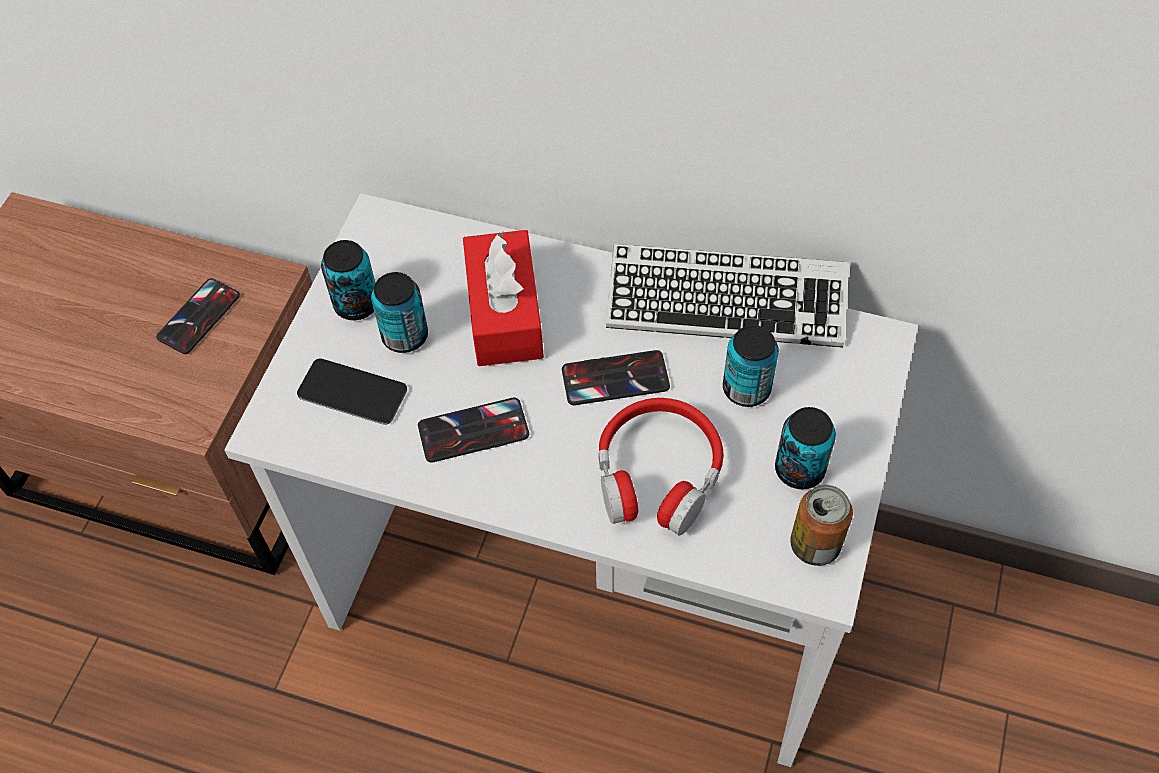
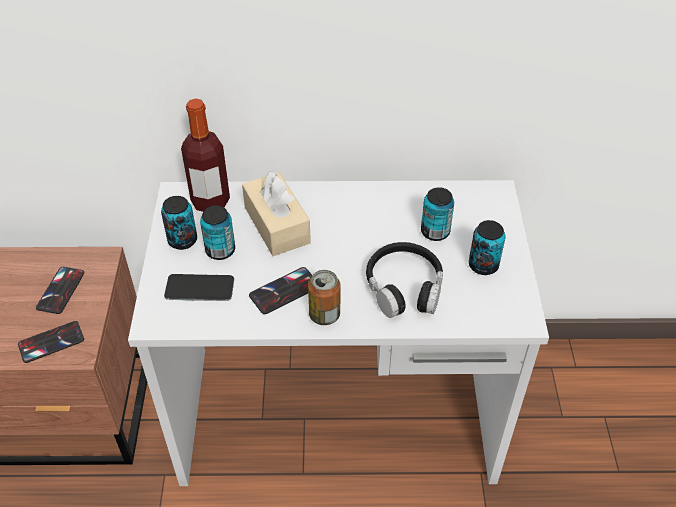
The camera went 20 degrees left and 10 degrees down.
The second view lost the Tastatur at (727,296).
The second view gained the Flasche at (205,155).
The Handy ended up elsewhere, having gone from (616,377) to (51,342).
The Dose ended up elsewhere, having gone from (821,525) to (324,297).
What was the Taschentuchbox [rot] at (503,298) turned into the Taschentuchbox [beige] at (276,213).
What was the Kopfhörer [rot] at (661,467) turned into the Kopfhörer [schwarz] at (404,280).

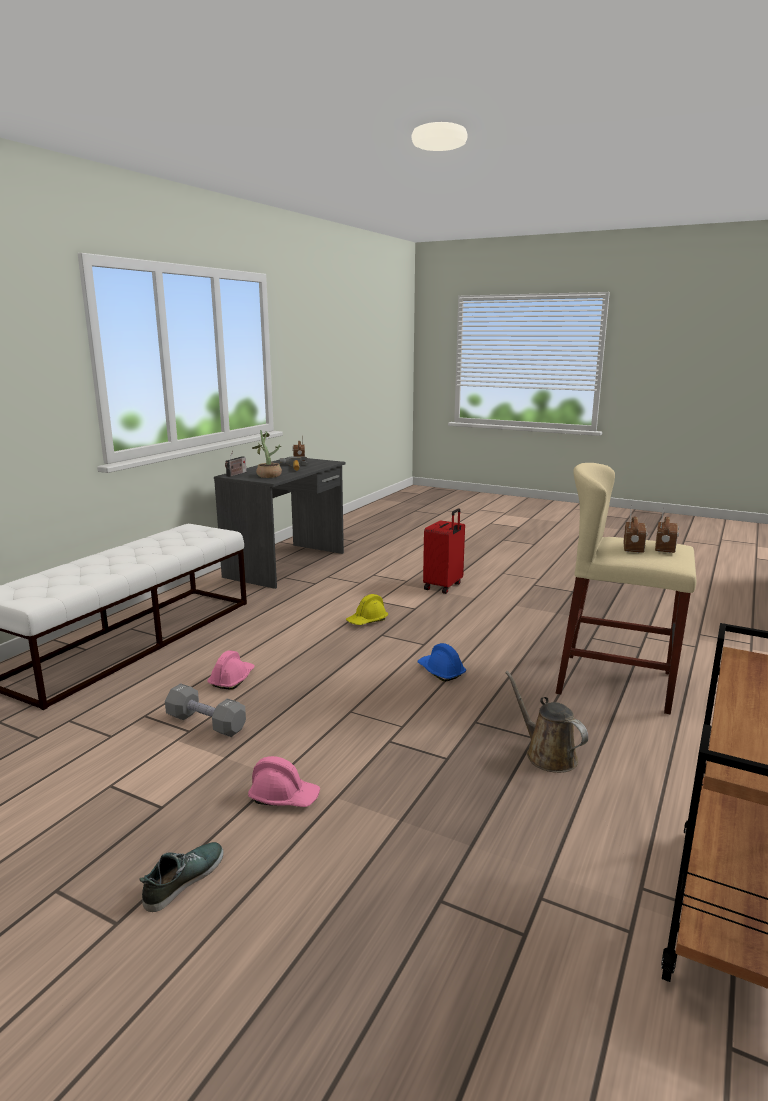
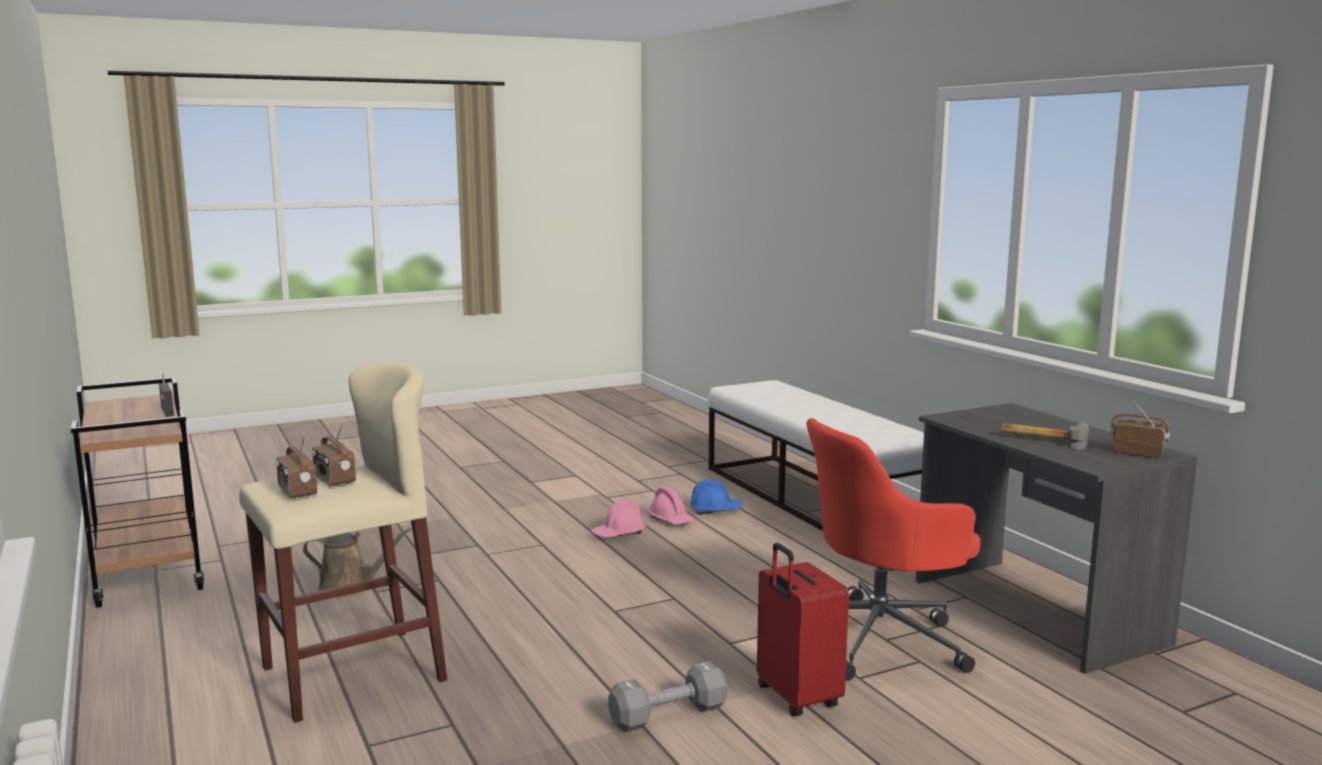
The camera went 125 degrees right and 5 degrees down.
The second view lost the Schuh at (181,877).
The second view lost the Topfpflanze at (267,454).
The second view lost the Schutzhelm [gelb] at (367,609).
The second view gained the Bürostuhl [rot] at (893,549).
The Hantel [grau] ended up elsewhere, having gone from (205,710) to (667,696).
The Radio ended up elsewhere, having gone from (235,464) to (166,394).
The Schutzhelm [rosa] ended up elsewhere, having gone from (284,781) to (618,518).
The Schutzhelm [blau] ended up elsewhere, having gone from (441,662) to (716,497).

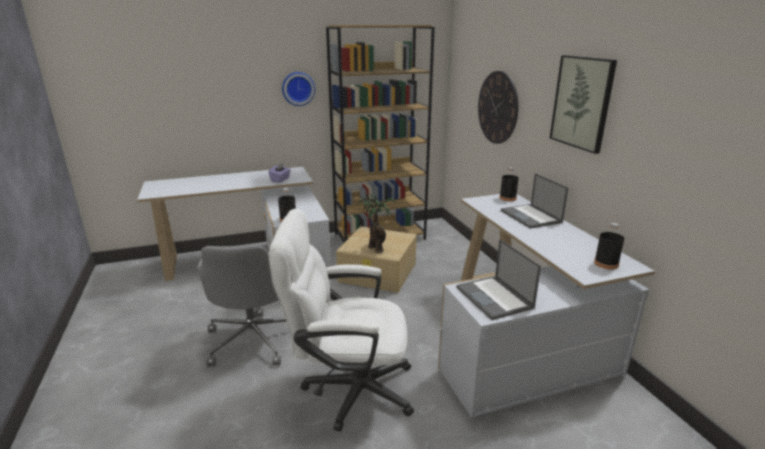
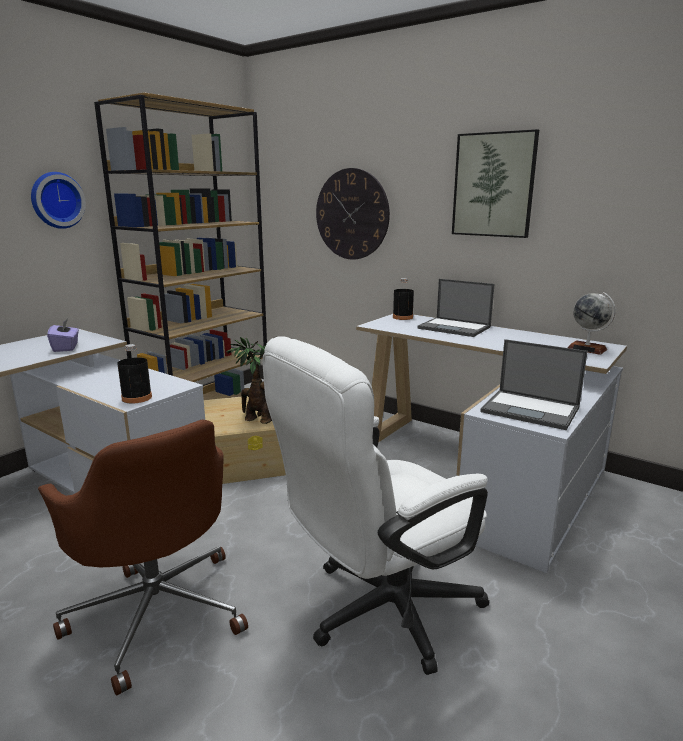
The camera went 35 degrees left and 5 degrees down.
Where the Flasche [schwarz] stood at (609,246), the Globus came to stand at (591,323).
What was the Bürostuhl [grau] at (242,305) turned into the Bürostuhl [braun] at (143,558).

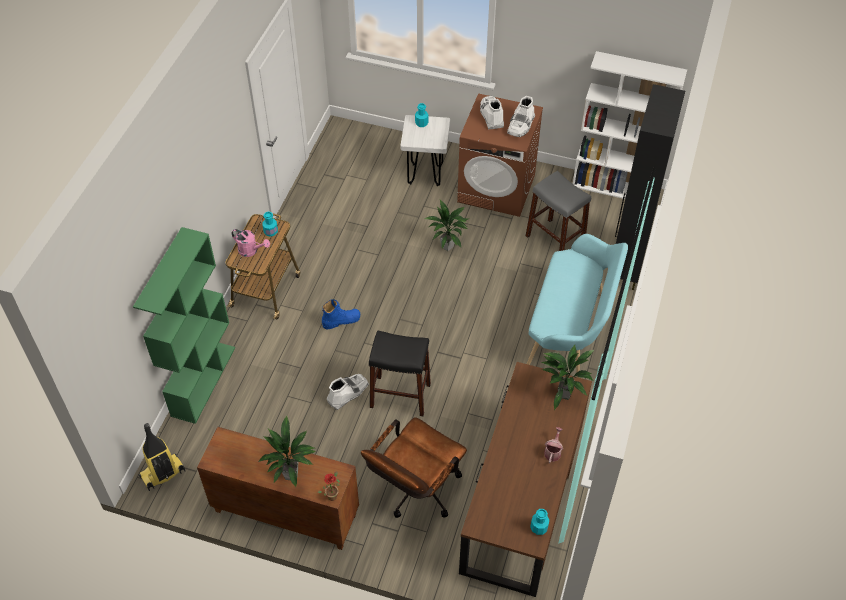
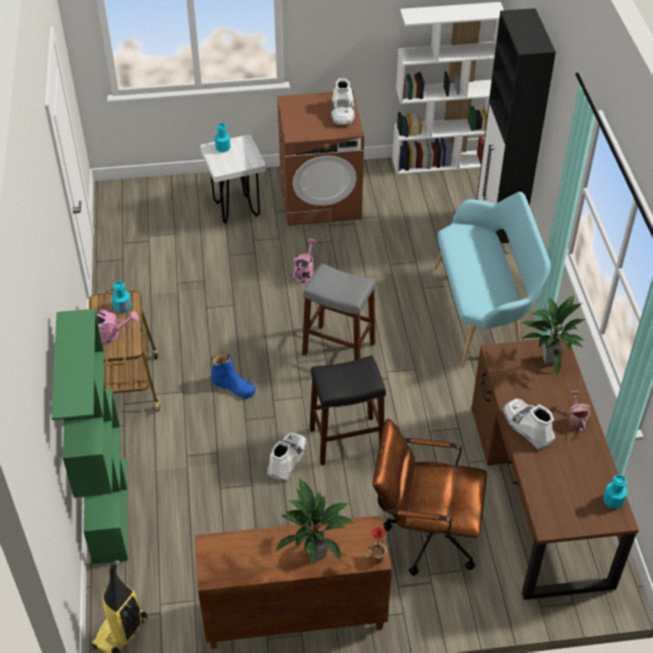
The camera went 25 degrees left and 5 degrees down.
The Stiefel [weiß] ended up elsewhere, having gone from (492,112) to (528,424).
The Hocker [grau] ended up elsewhere, having gone from (558,211) to (339,311).
Where the Topfpflanze stood at (446,225), the Gießkanne [rosa] came to stand at (305,261).
The Stiefel [blau] at (341,314) ended up facing another way, 75 degrees clockwise from before.
The Bürostuhl [braun] at (414,467) ended up facing another way, 90 degrees clockwise from before.

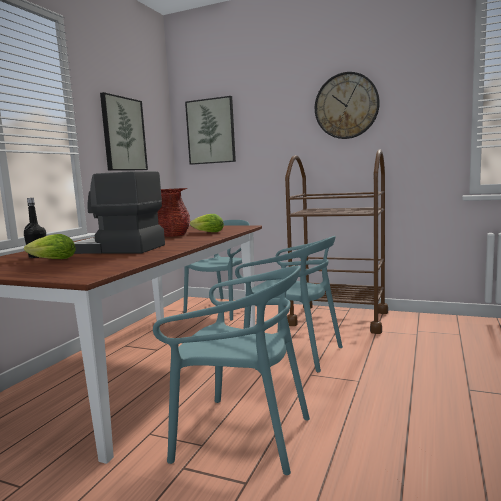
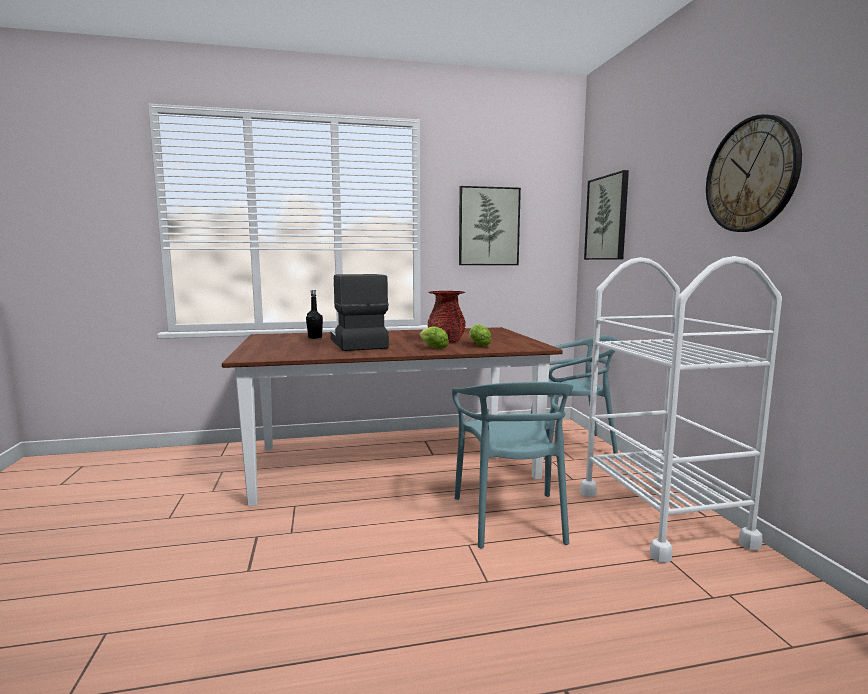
The camera went 55 degrees right and 0 degrees up.
The second view lost the Stuhl [türkis] at (231,370).
The Salatkopf ended up elsewhere, having gone from (50,246) to (434,338).
What was the Rollwagen [braun] at (336,241) turned into the Rollwagen [weiß] at (681,409).

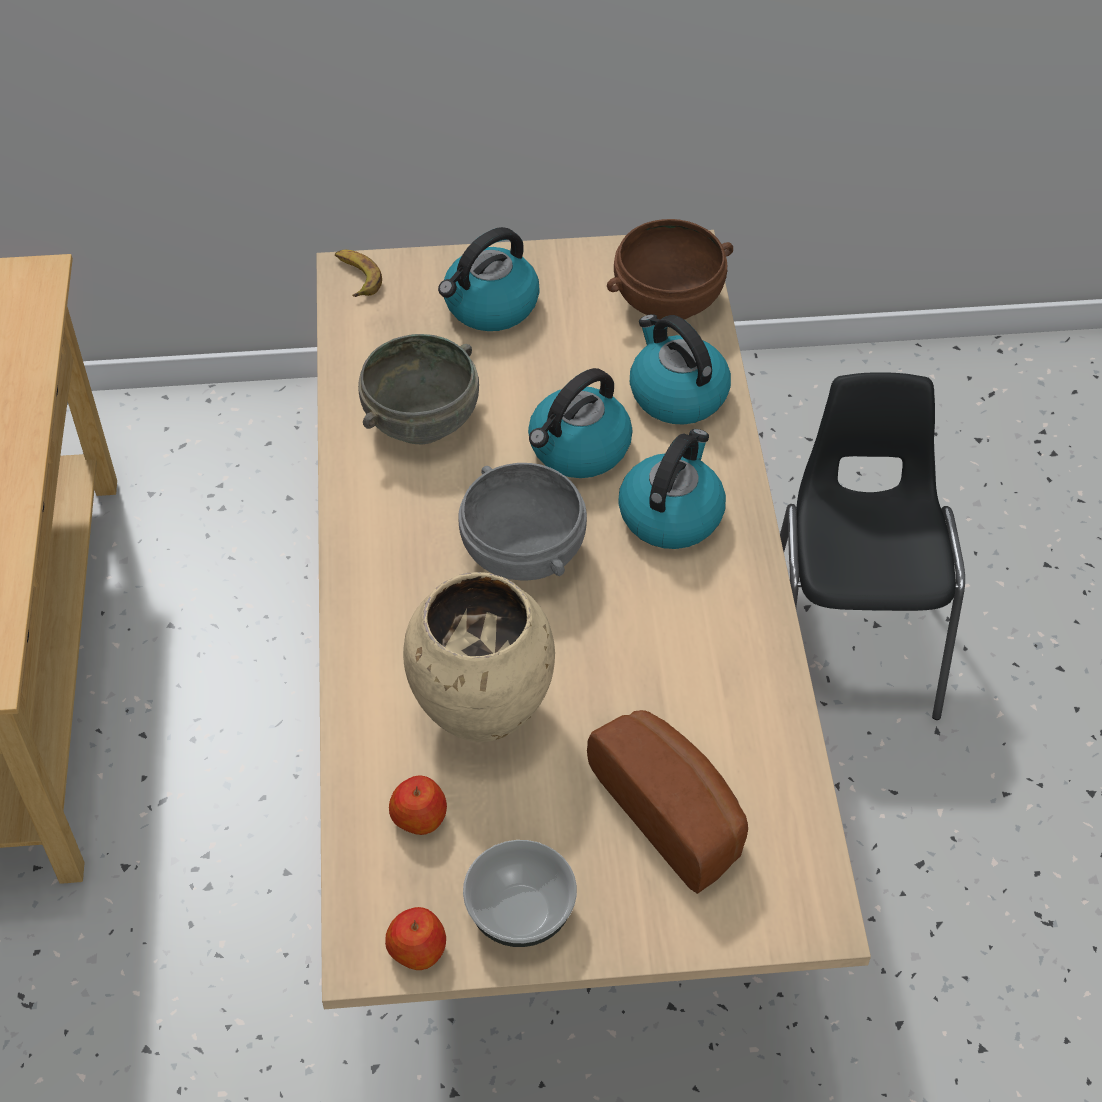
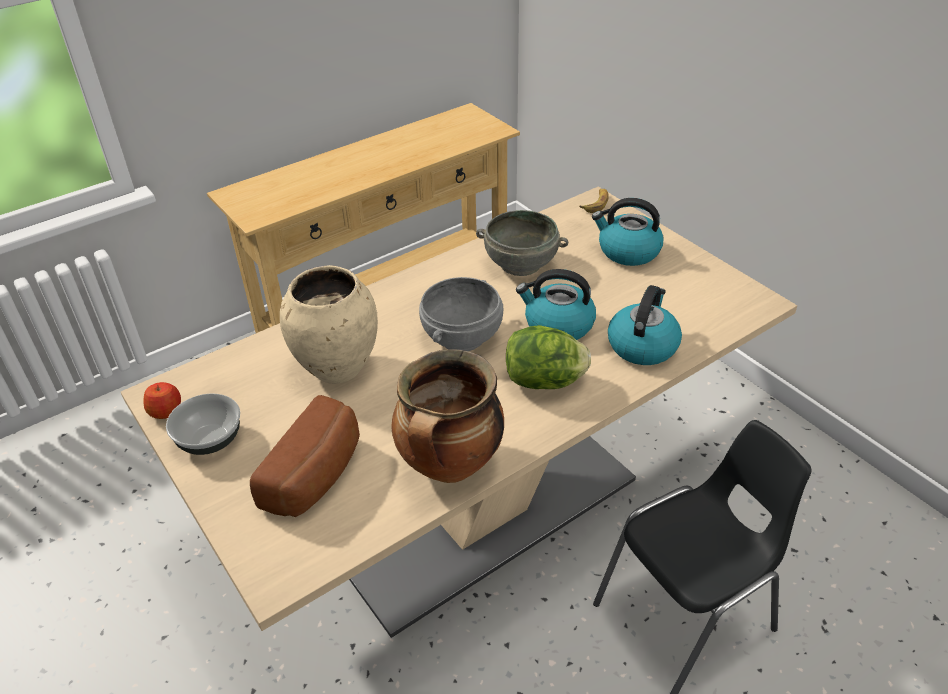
The camera went 60 degrees right and 10 degrees down.
The second view lost the Apfel at (418,805).
The second view lost the Schüssel [braun] at (670,269).
The second view gained the Kochtopf at (447,416).
Where the Wasserkessel stood at (672,489), the Salatkopf came to stand at (548,357).

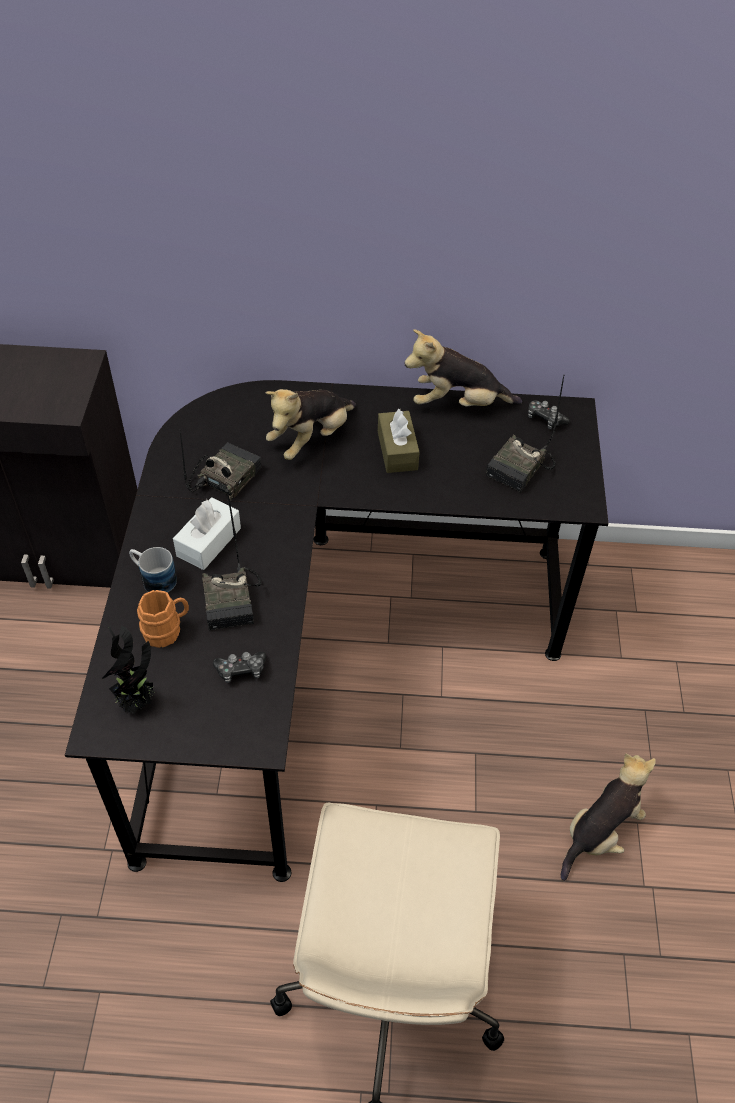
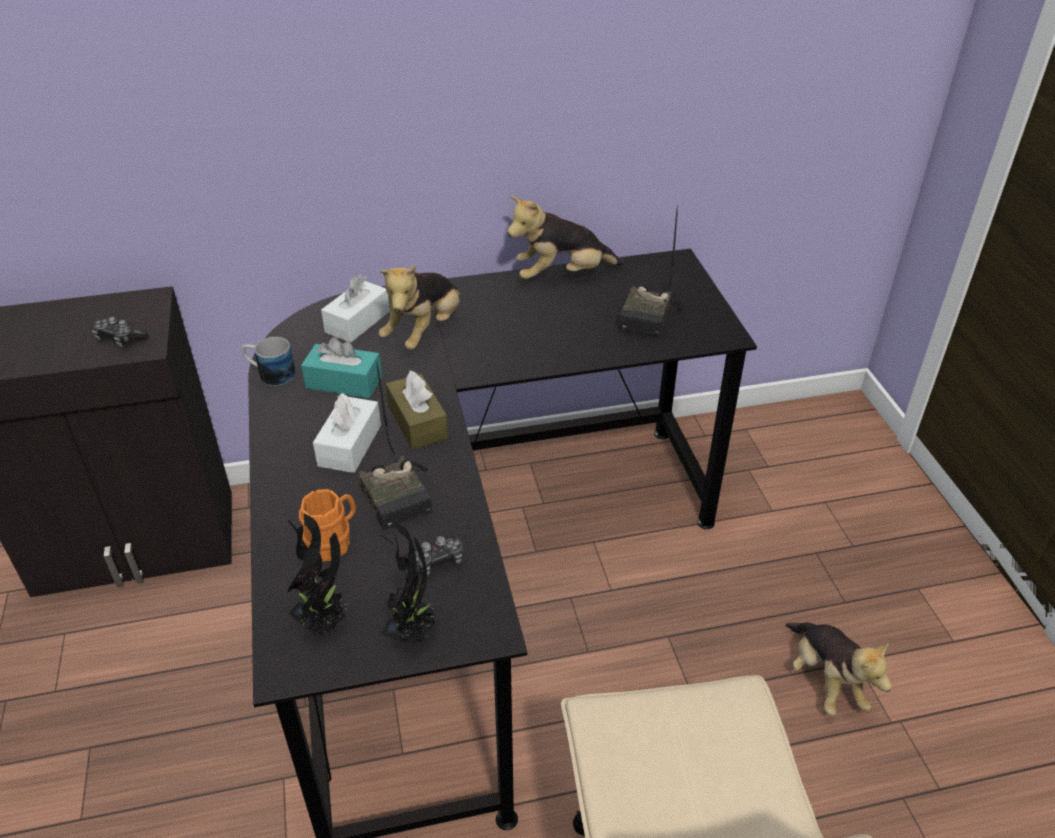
The camera went 15 degrees left and 10 degrees down.
The second view gained the Taschentuchbox [weiß] at (355,309).
The second view gained the Topfpflanze at (408,583).
The Henkelbecher ended up elsewhere, having gone from (153,570) to (269,361).
The Taschentuchbox [braun] ended up elsewhere, having gone from (399,441) to (417,410).
The Gamepad ended up elsewhere, having gone from (549,415) to (120,331).
Where the Radio stood at (221,465), the Taschentuchbox [türkis] came to stand at (341,367).
The Plüschtier at (608,817) ended up facing another way, 135 degrees clockwise from before.

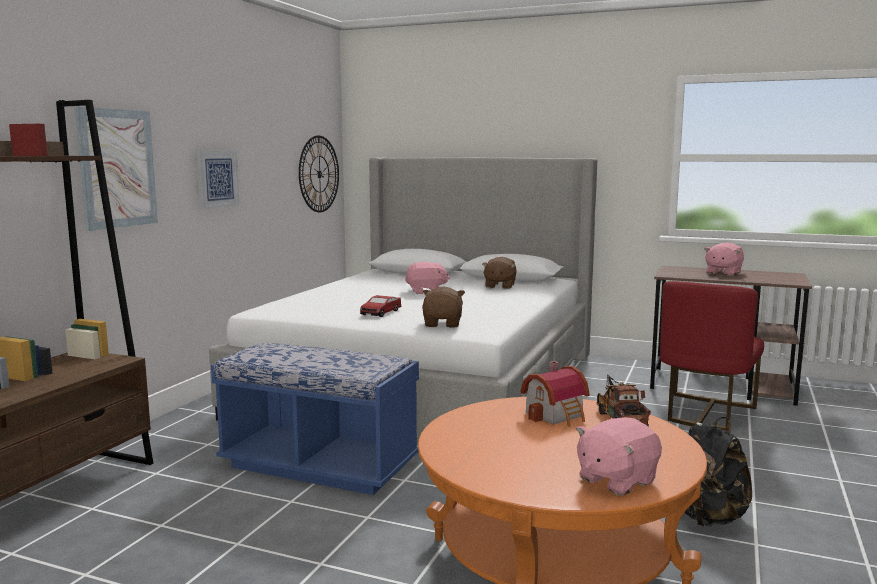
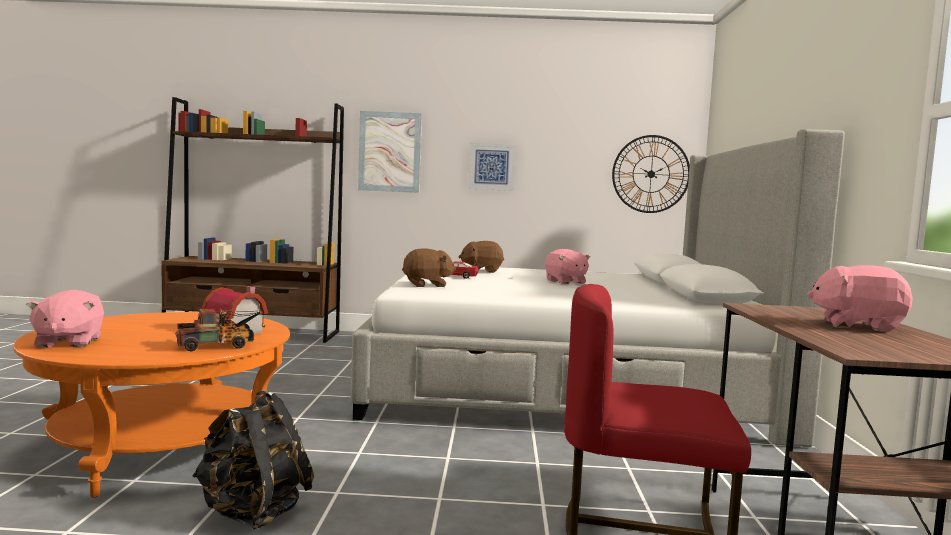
The camera went 70 degrees right and 5 degrees down.
The second view lost the Bank [blau] at (315,419).
The Plüschtier [braun] ended up elsewhere, having gone from (499,273) to (481,257).
The Plüschtier [rosa] at (619,456) ended up facing another way, 135 degrees counterclockwise from before.

